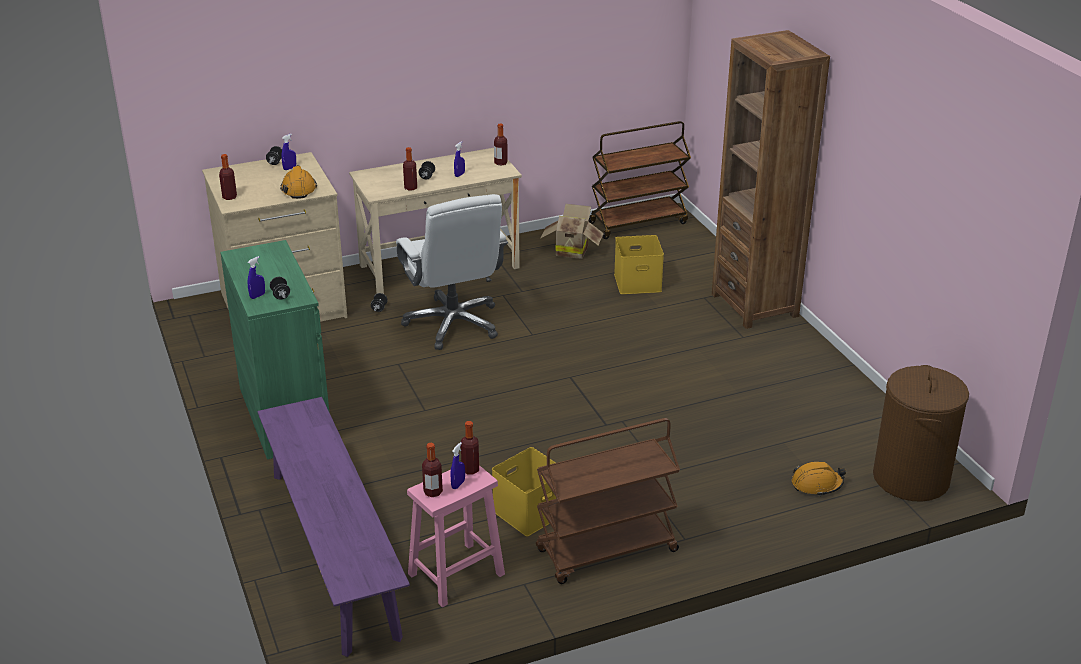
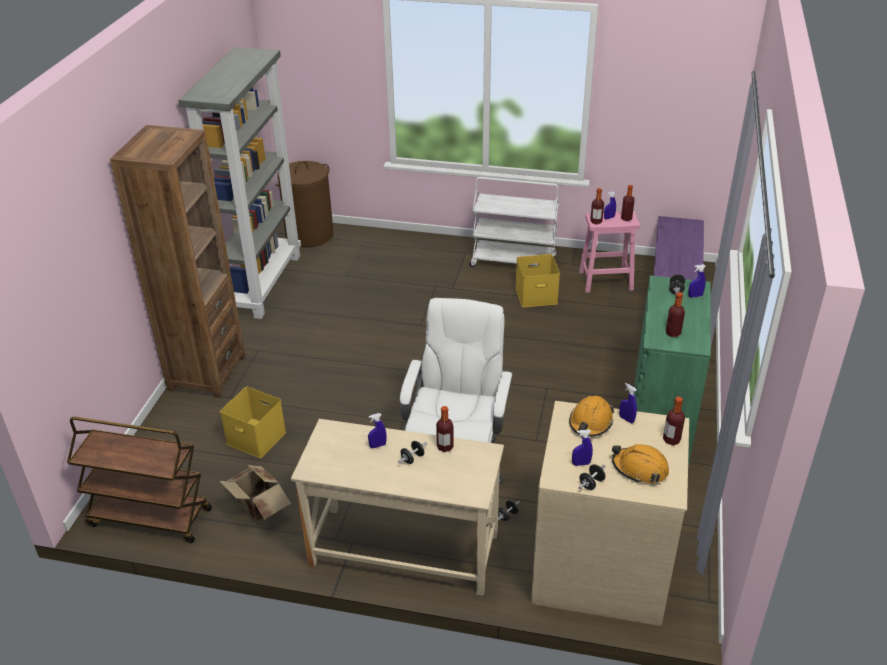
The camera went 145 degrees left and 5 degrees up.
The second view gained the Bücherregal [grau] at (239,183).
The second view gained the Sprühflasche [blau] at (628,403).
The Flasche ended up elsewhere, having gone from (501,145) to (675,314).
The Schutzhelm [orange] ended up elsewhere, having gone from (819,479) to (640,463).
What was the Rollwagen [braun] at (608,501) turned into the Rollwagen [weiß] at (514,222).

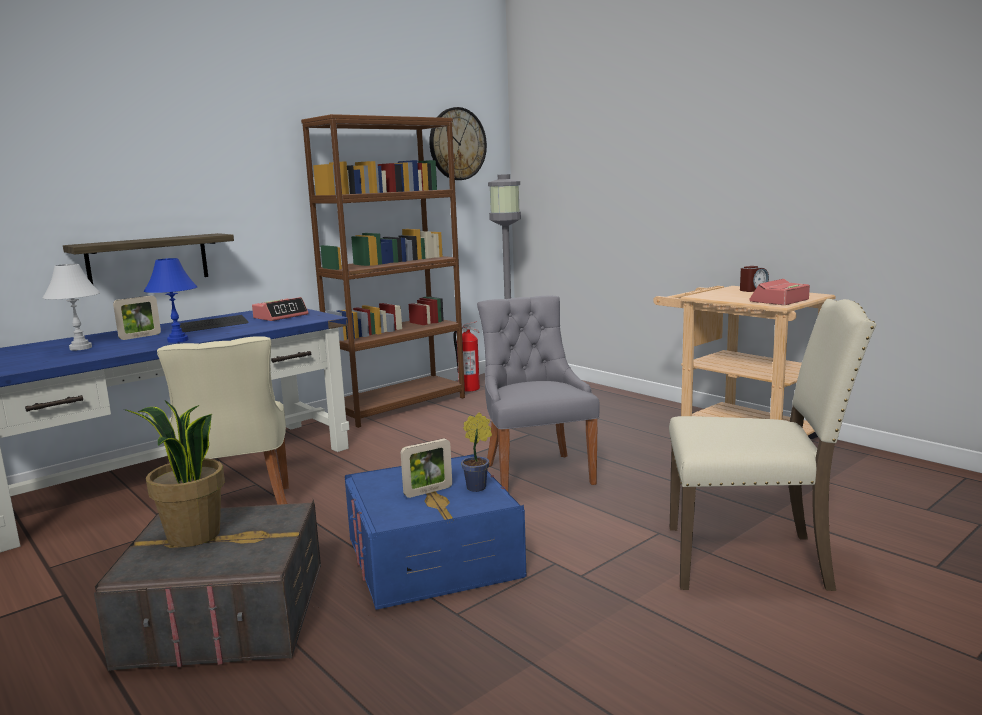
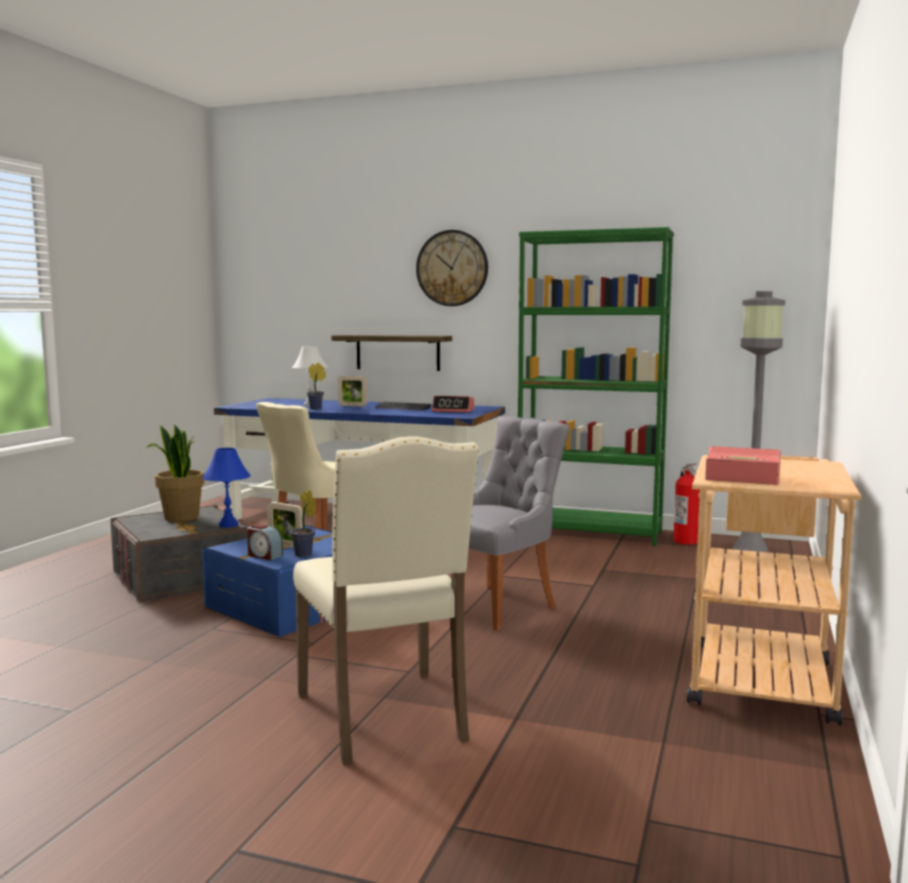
The camera went 60 degrees right and 5 degrees down.
The second view gained the Topfpflanze at (316,386).
The Tischlampe [blau] ended up elsewhere, having gone from (171,300) to (226,488).
The Wanduhr ended up elsewhere, having gone from (458,143) to (452,268).
The Wecker ended up elsewhere, having gone from (754,279) to (265,542).
What was the Bücherregal [braun] at (383,271) turned into the Bücherregal [grün] at (596,386).

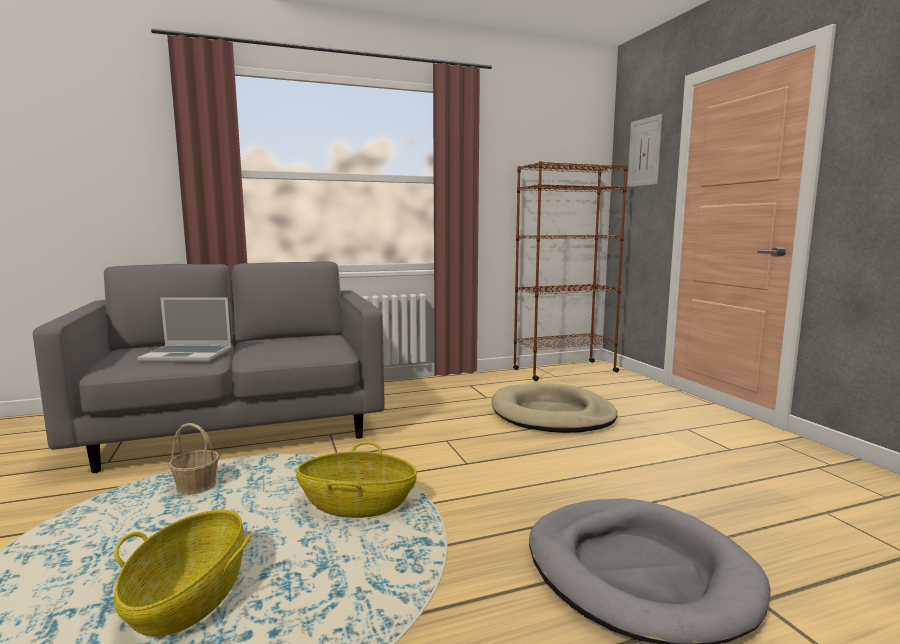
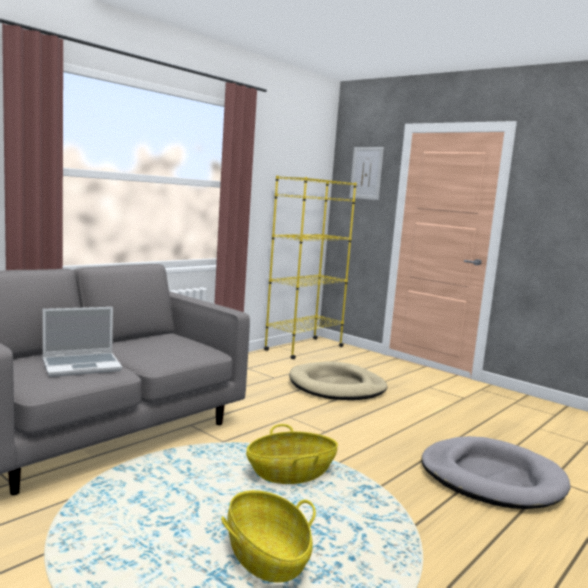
The camera went 30 degrees left and 0 degrees up.
The second view lost the Korb at (194,459).
What was the Bücherregal [braun] at (570,271) turned into the Bücherregal [gelb] at (310,267).

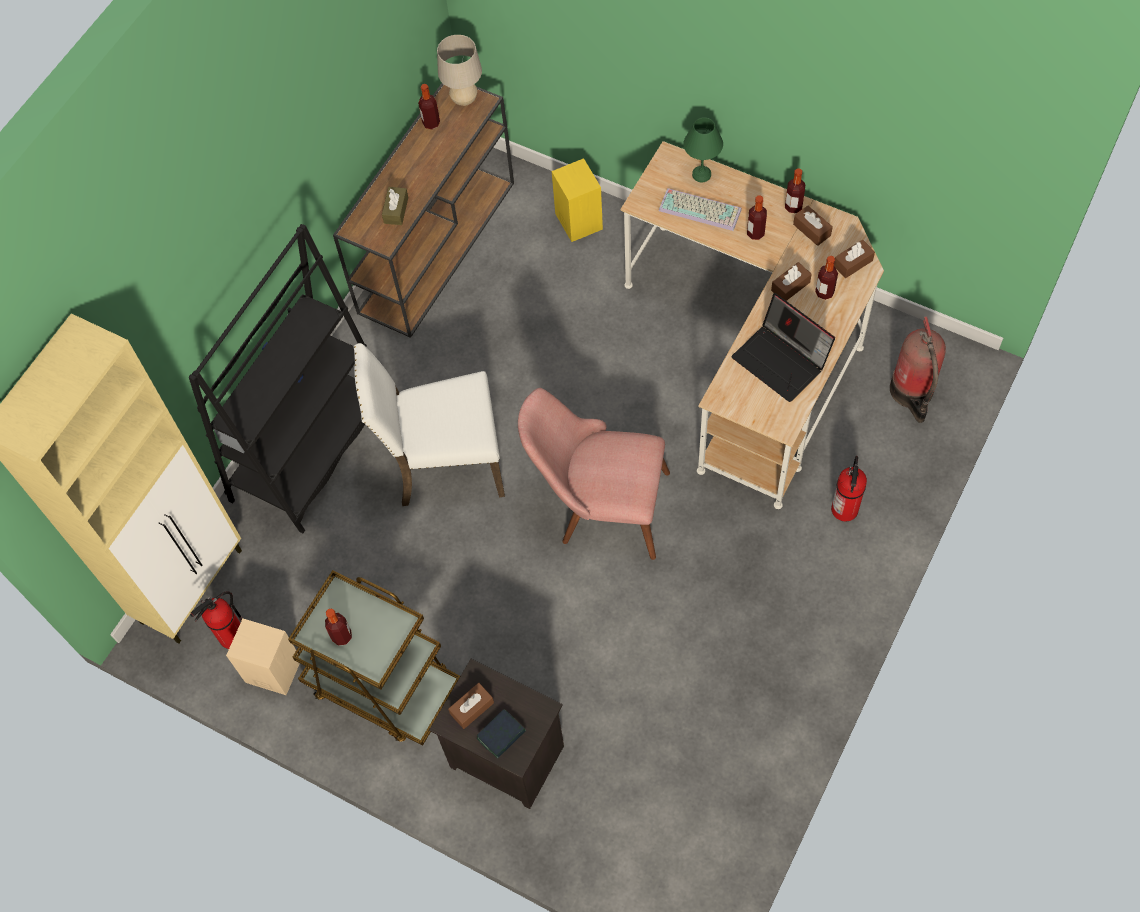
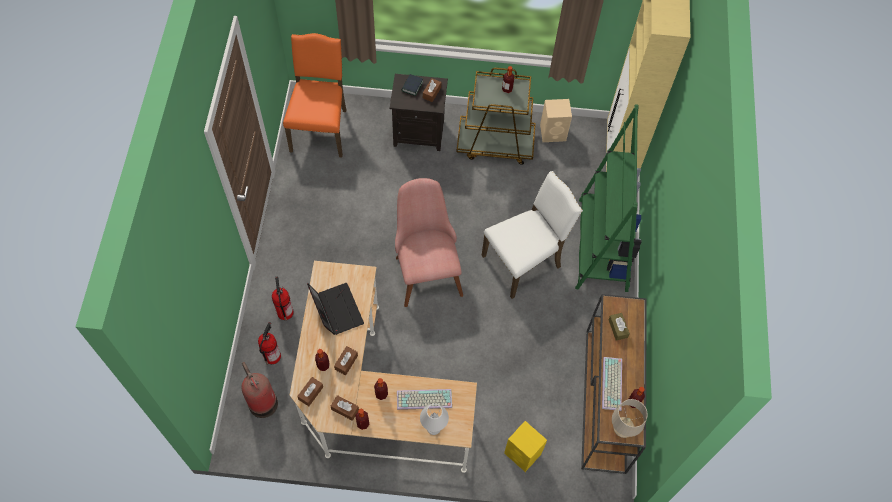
The camera went 150 degrees right and 0 degrees up.
The second view gained the Stuhl [orange] at (315,95).
The second view gained the Tastatur at (612,384).
The Feuerlöscher ended up elsewhere, having gone from (216,620) to (269,343).
What was the Bücherregal [schwarz] at (278,378) turned into the Bücherregal [grün] at (608,198).
What was the Tischlampe [grün] at (703,149) turned into the Tischlampe [weiß] at (434,419).
The Stuhl [rosa] at (594,474) ended up facing another way, 90 degrees counterclockwise from before.
The Laptop at (783,347) ended up facing another way, 45 degrees clockwise from before.

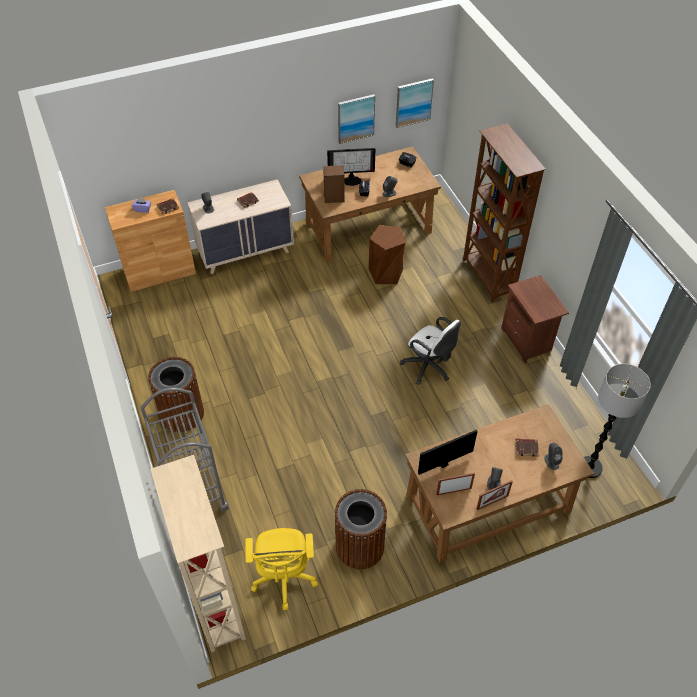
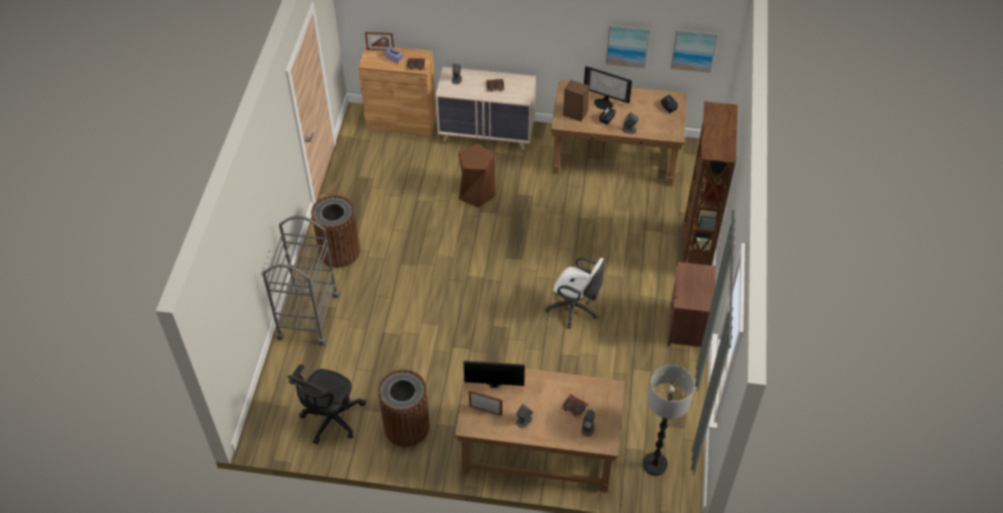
The camera went 30 degrees right and 0 degrees up.
The second view lost the Bücherregal [beige] at (198,553).
The Hocker [braun] ended up elsewhere, having gone from (387,254) to (476,175).
The Bilderrahmen ended up elsewhere, having gone from (494,495) to (379,41).
What was the Bürostuhl [gelb] at (281,569) turned into the Bürostuhl [schwarz] at (326,404).
The Bürostuhl [weiß] at (430,351) ended up facing another way, 45 degrees counterclockwise from before.

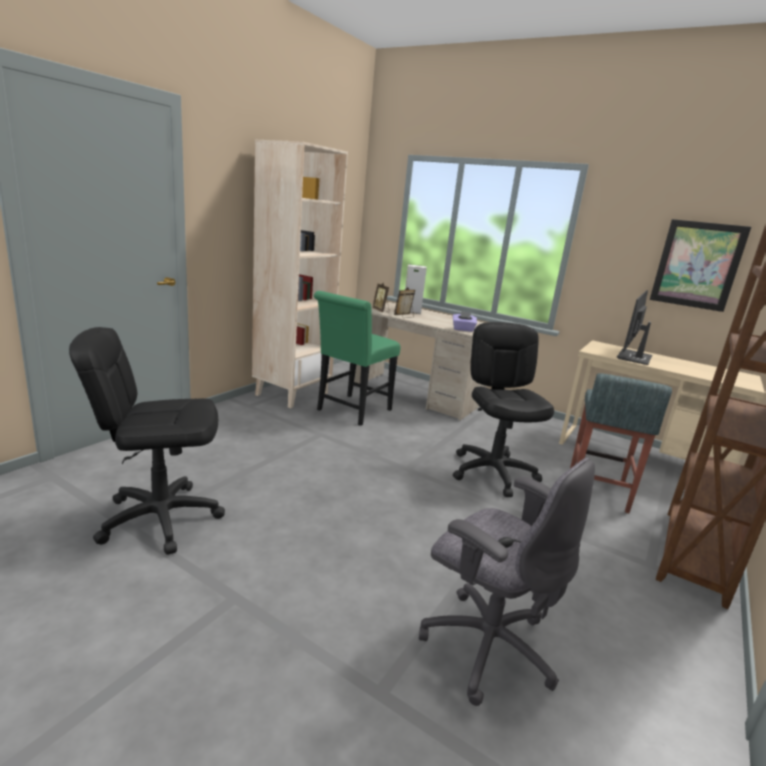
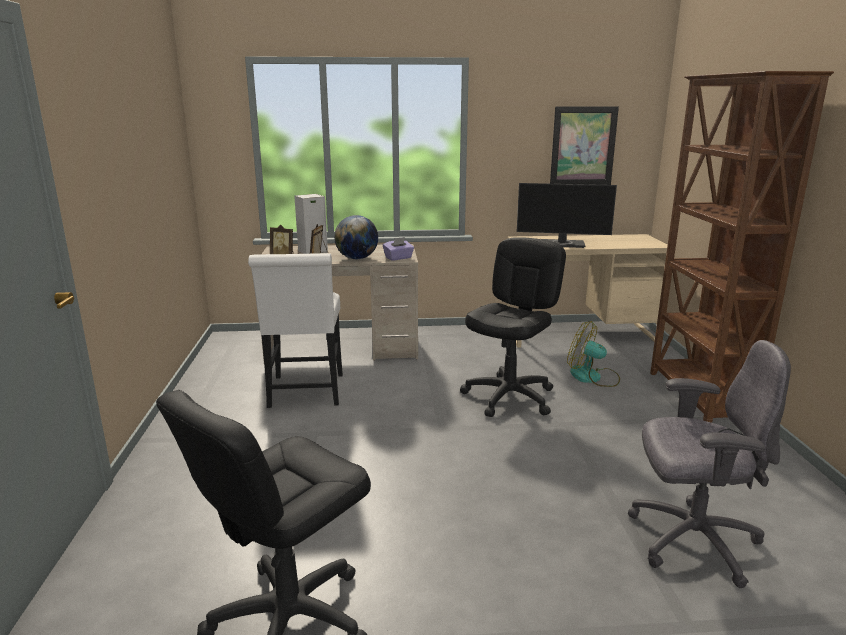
The camera went 35 degrees left and 0 degrees up.
The second view lost the Bücherregal [beige] at (300,274).
The second view gained the Globus at (356,237).
Where the Hocker [grau] stood at (621,443), the Ventilator came to stand at (593,354).
What was the Stuhl [grün] at (357,358) turned into the Stuhl [weiß] at (295,330).
The Bürostuhl [schwarz] at (503,409) ended up facing another way, 75 degrees clockwise from before.
The Monitor at (634,327) ended up facing another way, 75 degrees counterclockwise from before.

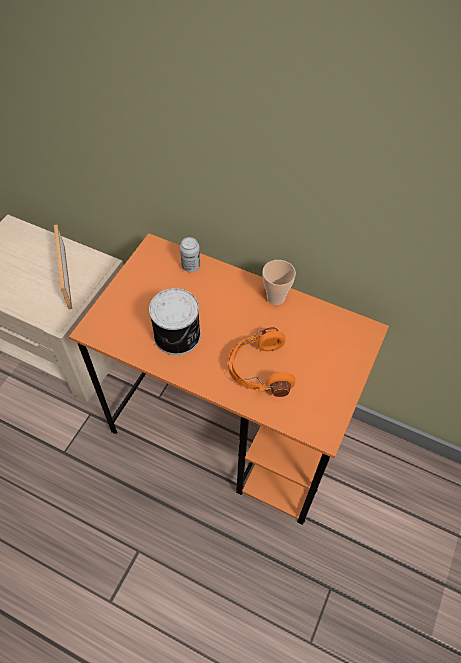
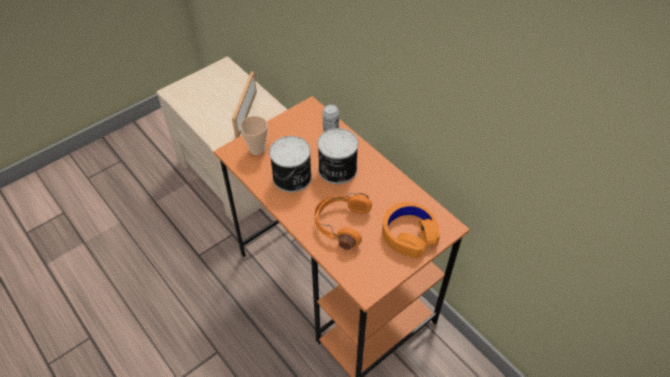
The camera went 25 degrees right and 5 degrees down.
The second view gained the Dose at (338,156).
The second view gained the Kopfhörer [orange] at (411,230).
The Tasse ended up elsewhere, having gone from (279,282) to (254,135).

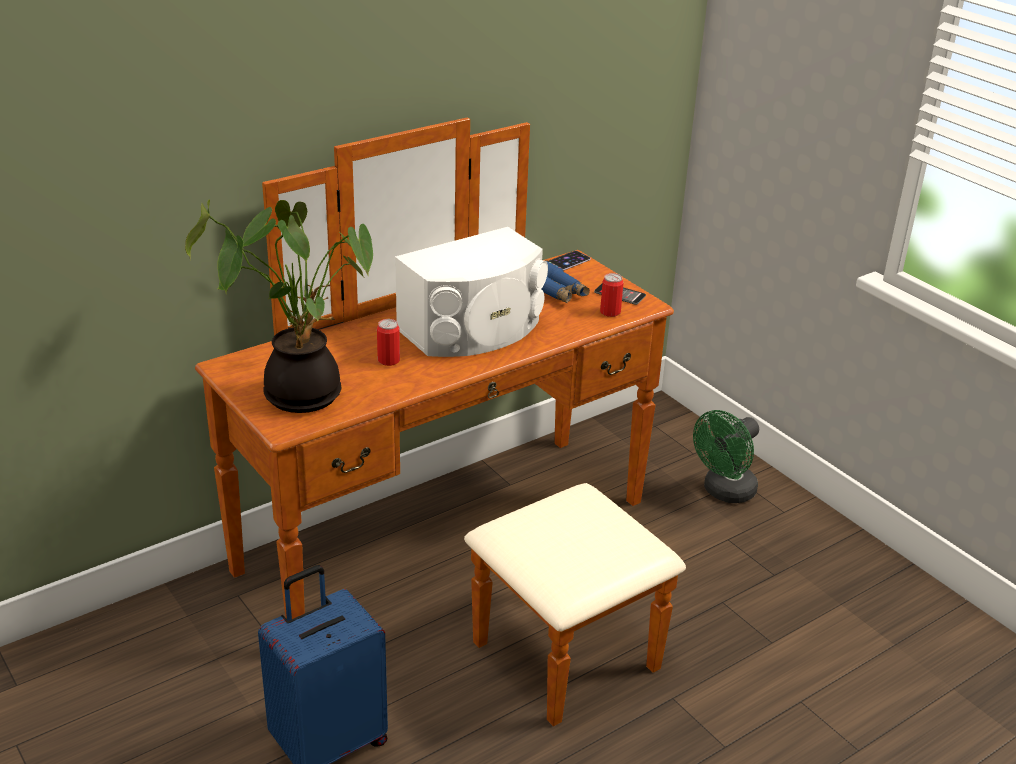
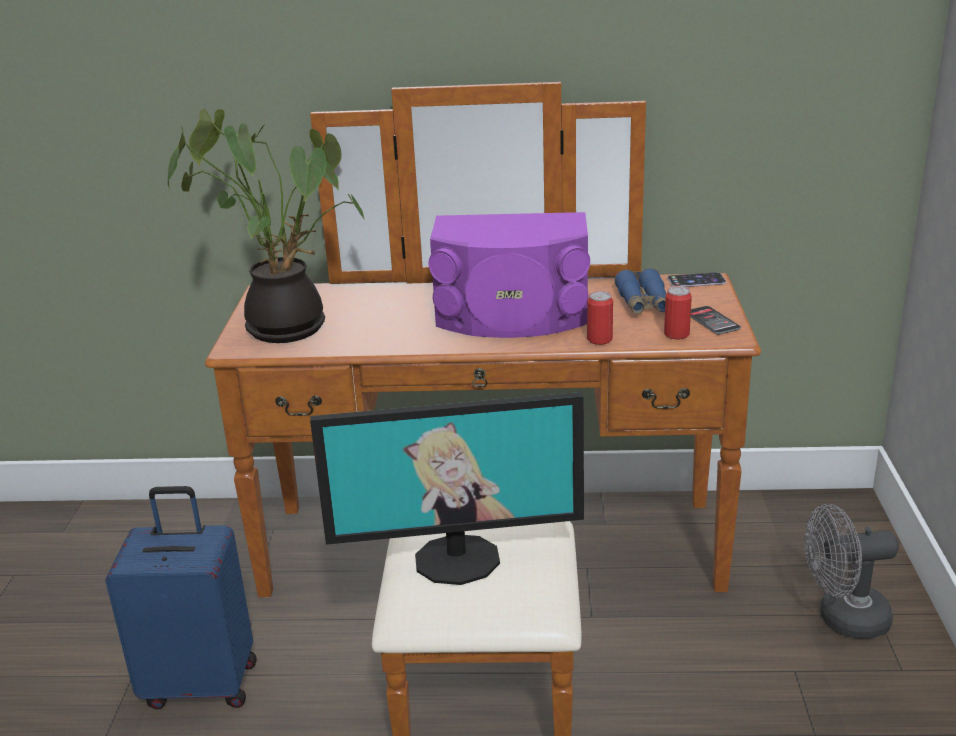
The camera went 40 degrees right and 5 degrees down.
The second view gained the Monitor at (447,488).
The Dose ended up elsewhere, having gone from (388,342) to (600,318).
What was the Lautsprecher [weiß] at (471,292) turned into the Lautsprecher [lila] at (509,275).
What was the Ventilator [grün] at (726,456) turned into the Ventilator [grau] at (851,571).

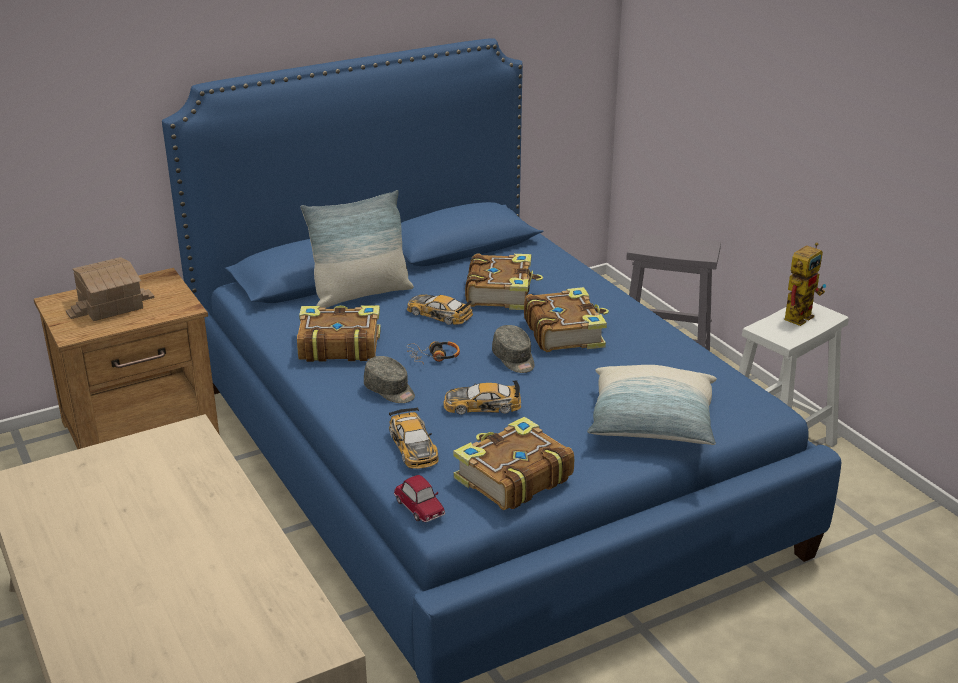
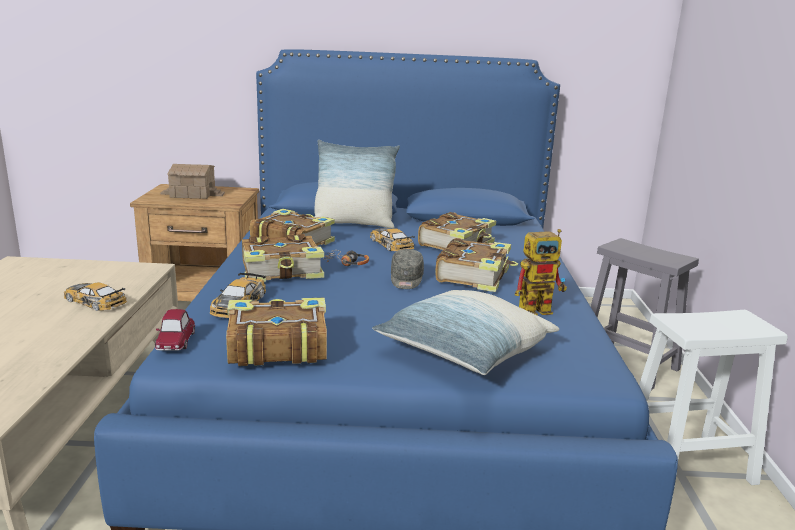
The camera went 30 degrees right and 10 degrees down.
The Spielzeugauto ended up elsewhere, having gone from (482,397) to (95,296).
The Spielzeugroboter ended up elsewhere, having gone from (805,284) to (541,272).
Where the Kappe [grau] stood at (389,379), the Buch came to stand at (283,258).

